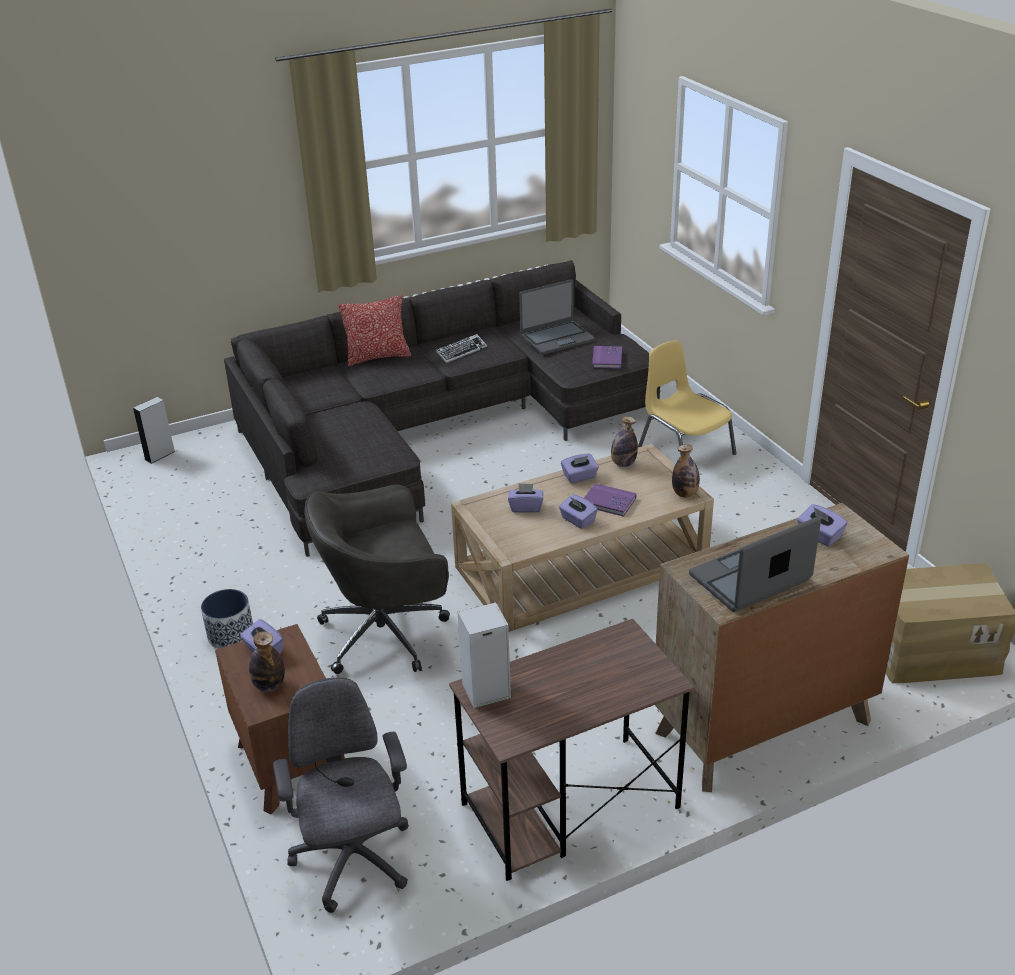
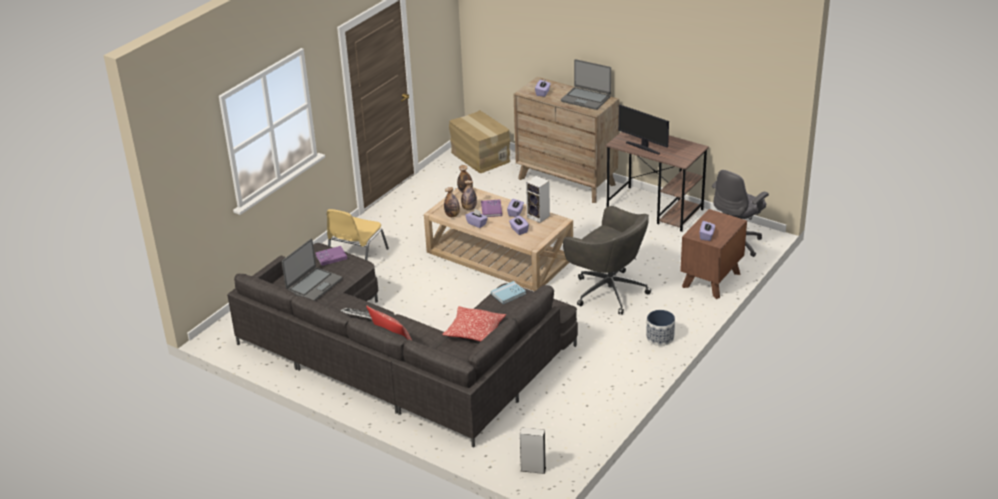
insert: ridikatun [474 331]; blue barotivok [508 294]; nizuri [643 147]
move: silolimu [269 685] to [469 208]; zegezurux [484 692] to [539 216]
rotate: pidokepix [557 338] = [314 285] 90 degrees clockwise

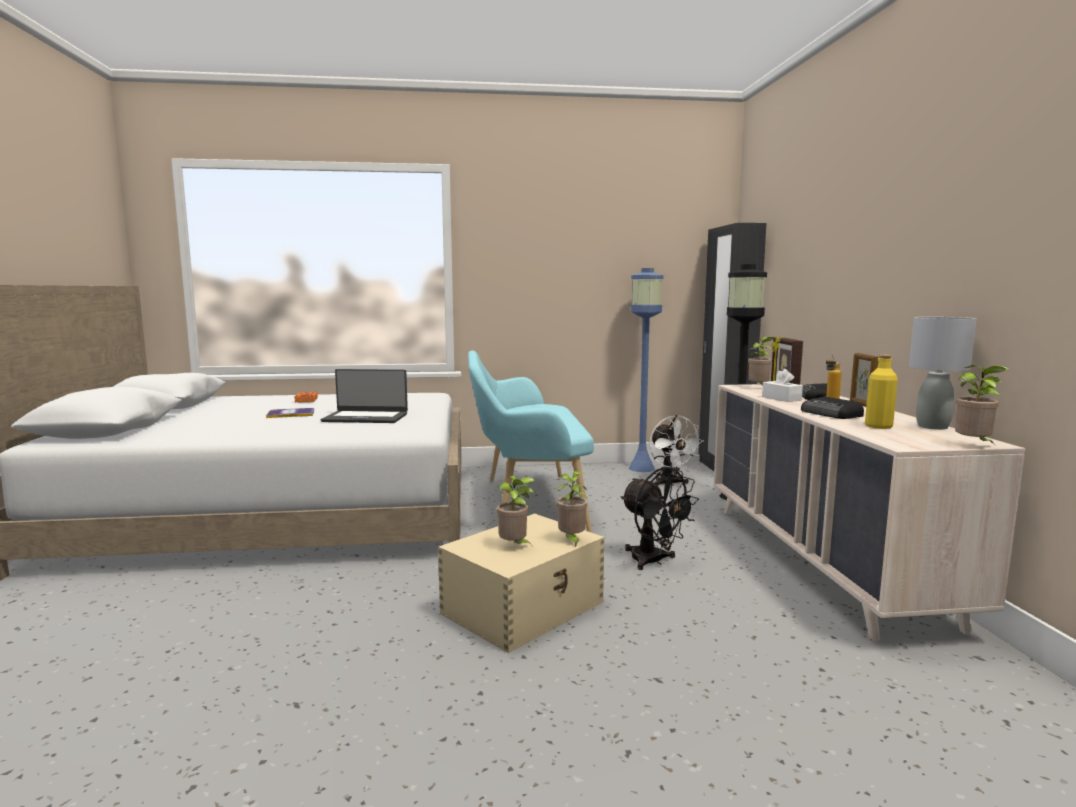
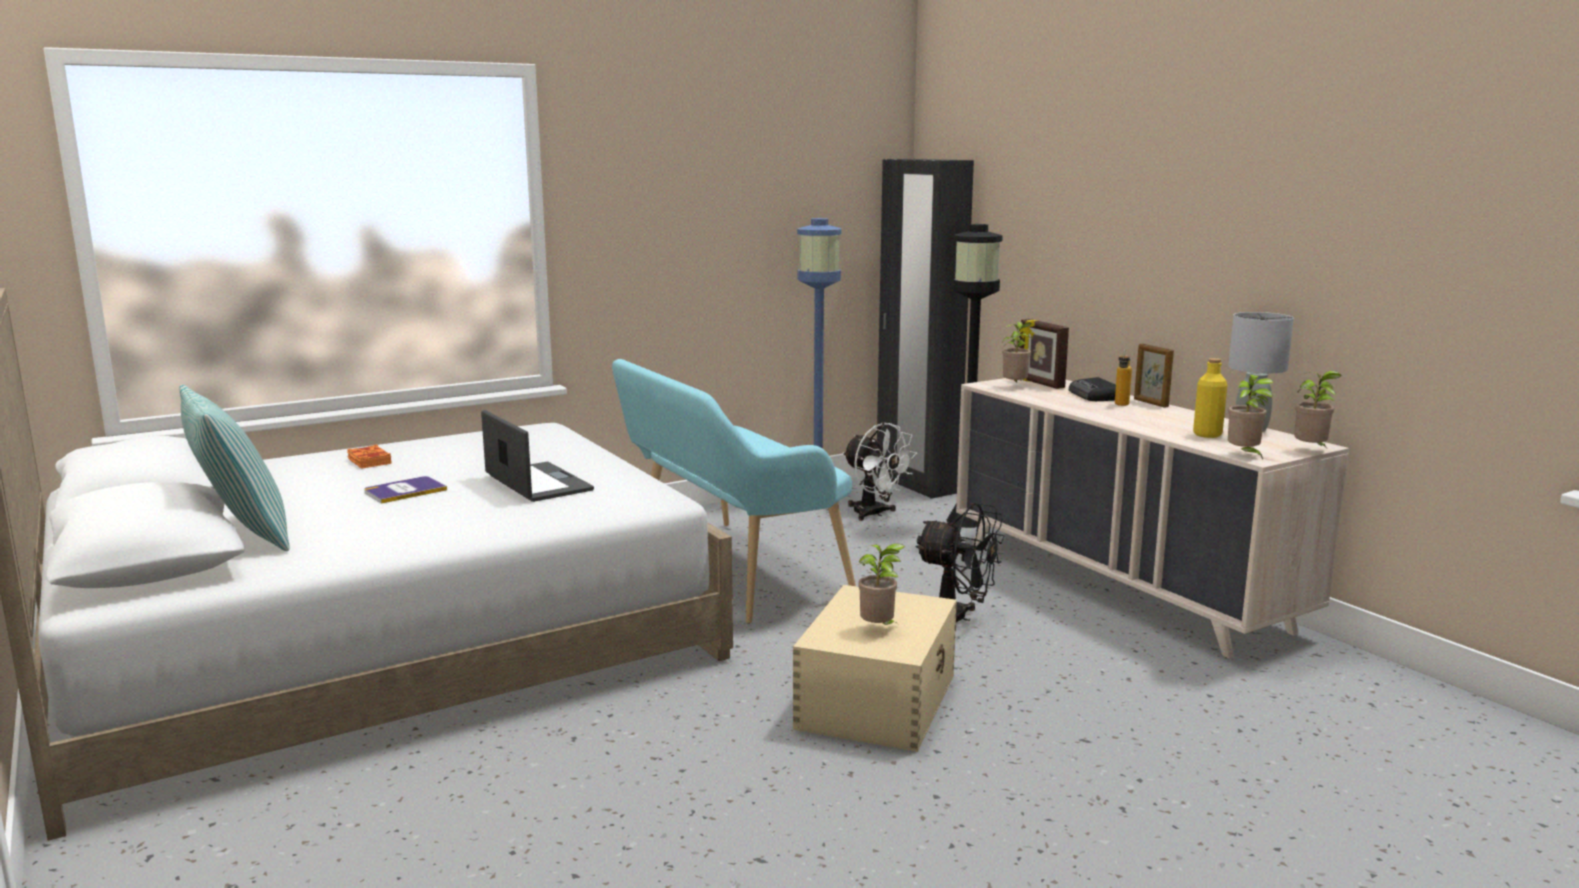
delete: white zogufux [781 398]; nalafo [831 414]
insert: ridikatun [242 535]
move: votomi [571 540] to [1244 455]
rotate: pidokepix [366 417] = [537 483] 105 degrees counterclockwise

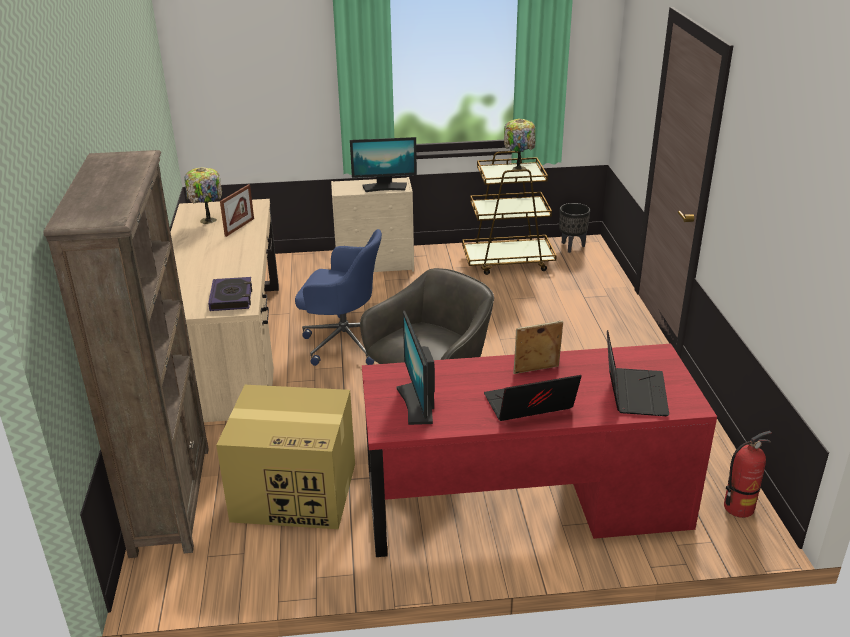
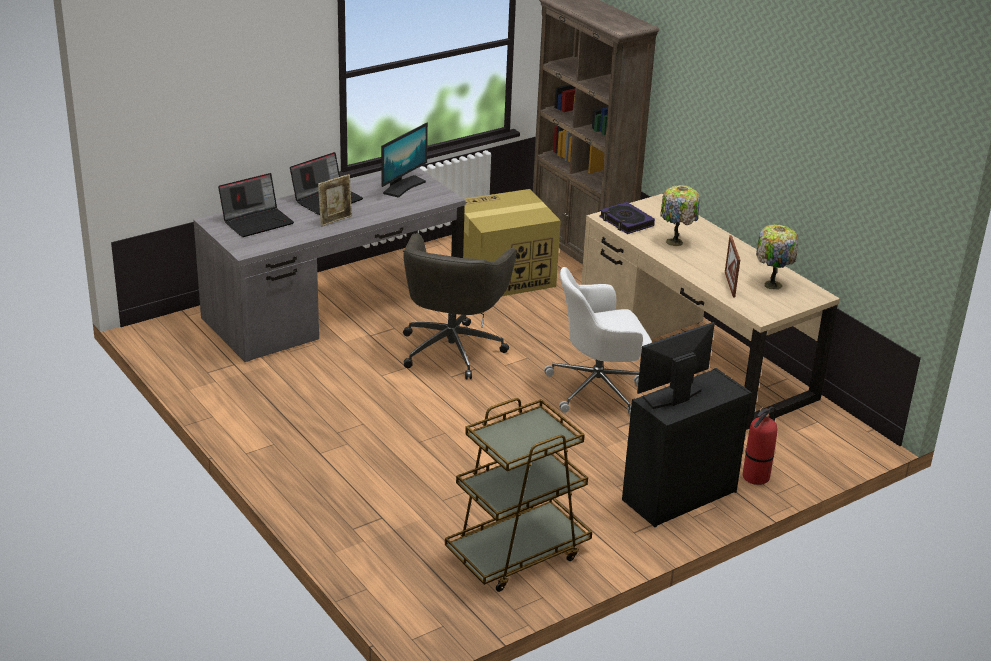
delete: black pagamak [571 247]
move: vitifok [518 168] to [675 242]; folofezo [738 508] to [756 477]
recolor: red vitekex [524 501] to grey vitekex [334 307]; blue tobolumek [344 341] to white tobolumek [598 389]; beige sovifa [376 265] to black sovifa [678 496]
rotate: pidokepix [633 392] = [257 221] 105 degrees counterclockwise; nizuri [417 404] = [403 186] 75 degrees clockwise

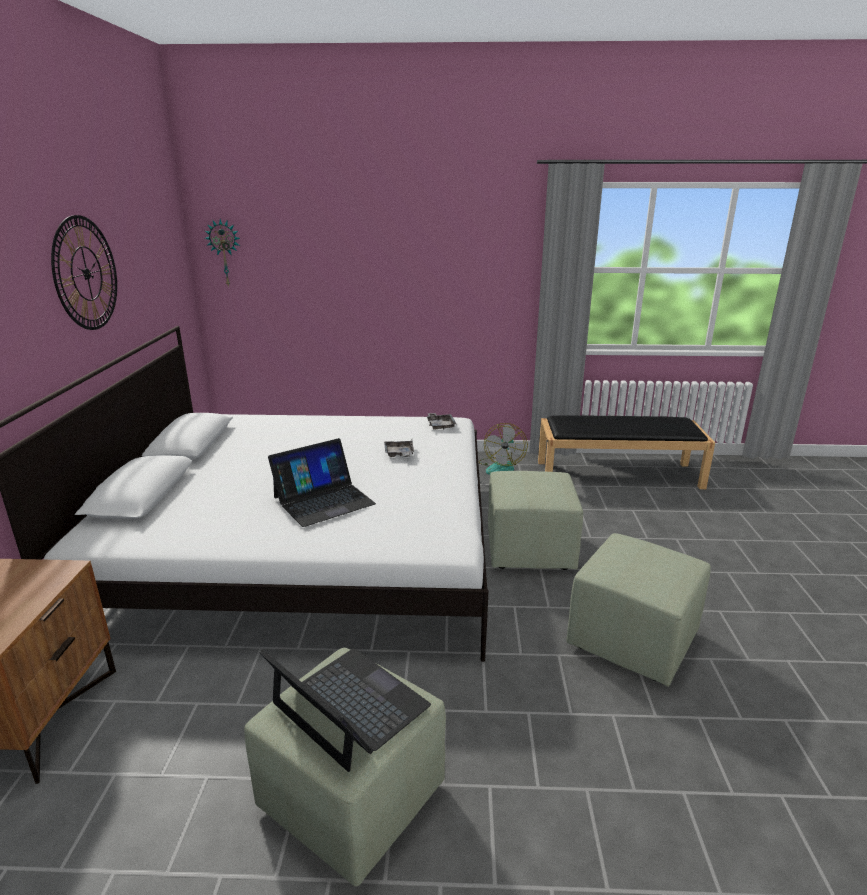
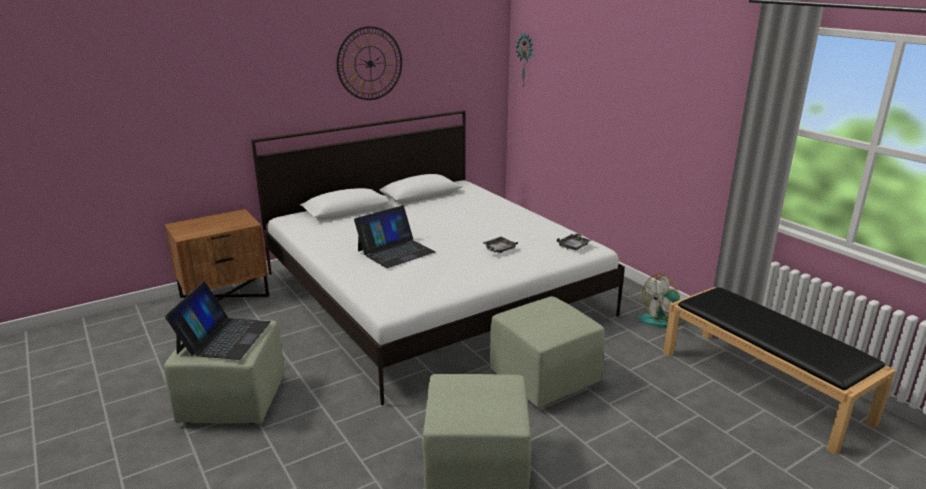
rotate: pidokepix [323 500] = [395 251] 60 degrees counterclockwise

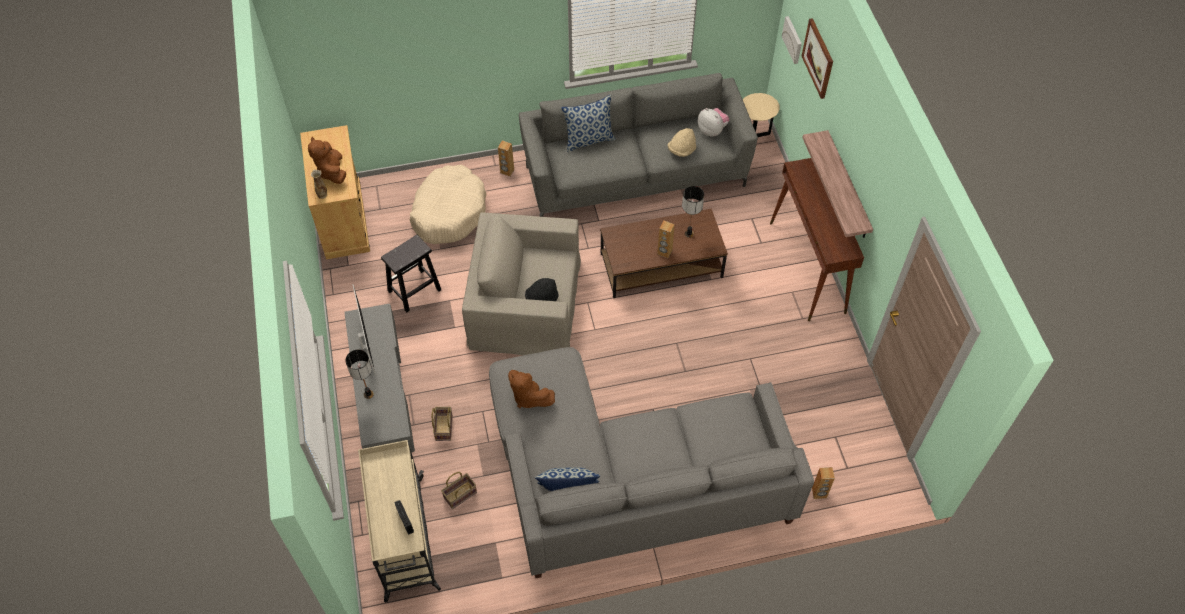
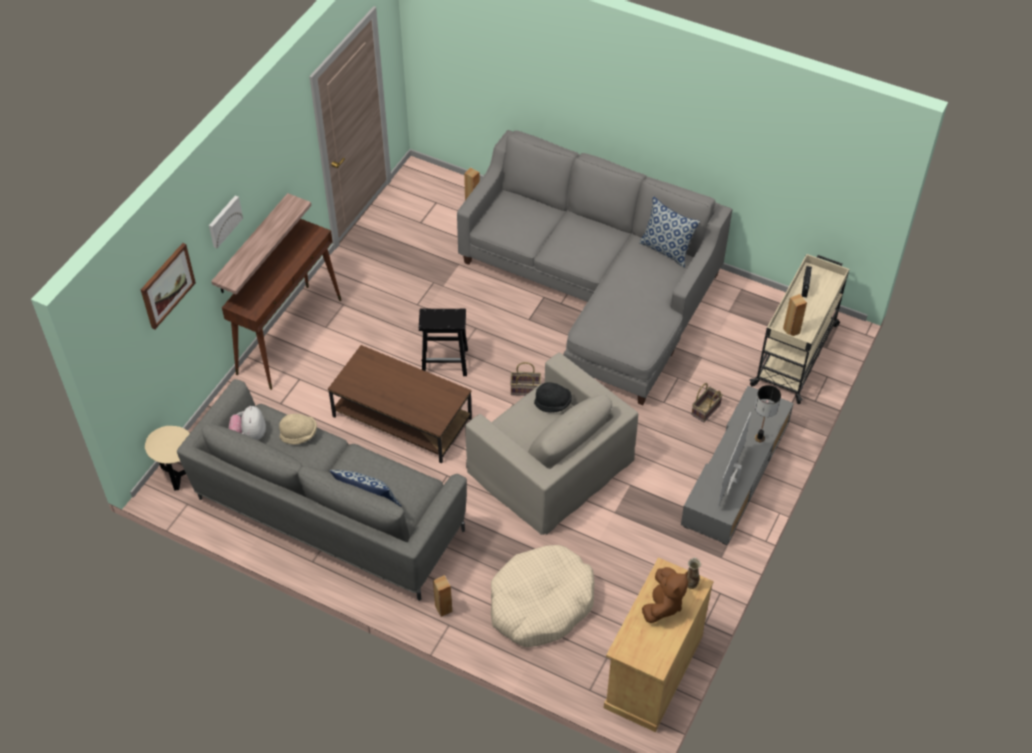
delete: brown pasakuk [529 397]; vitifok [688 234]
move: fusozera [793 39] to [224 221]; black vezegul [414 291] to [445 362]; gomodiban [460 496] to [526 389]; brown zegezurux [664 252] to [791 330]

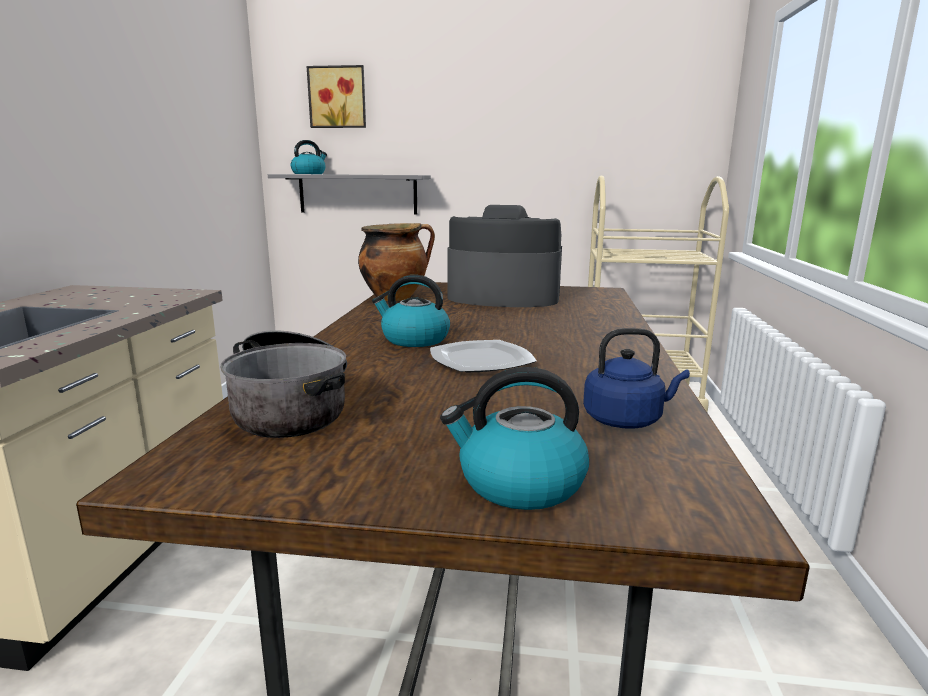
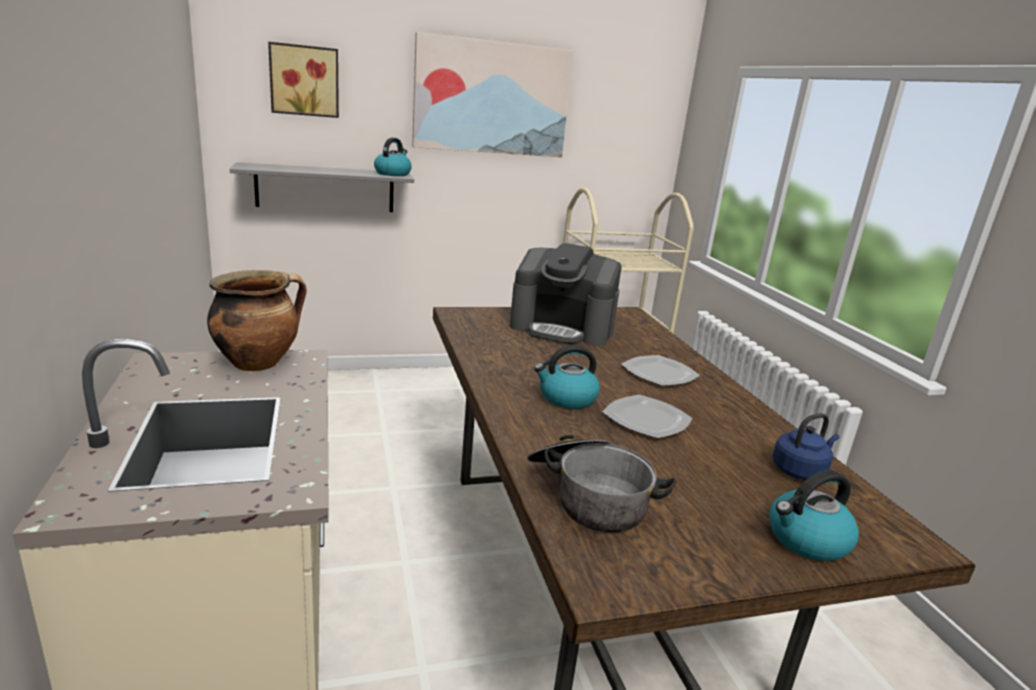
insert: fusozera [492 98]; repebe [660 373]
move: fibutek [396 298] to [259 362]; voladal [309 174] to [393 174]
rotate: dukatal [503 297] = [562 328] 150 degrees counterclockwise

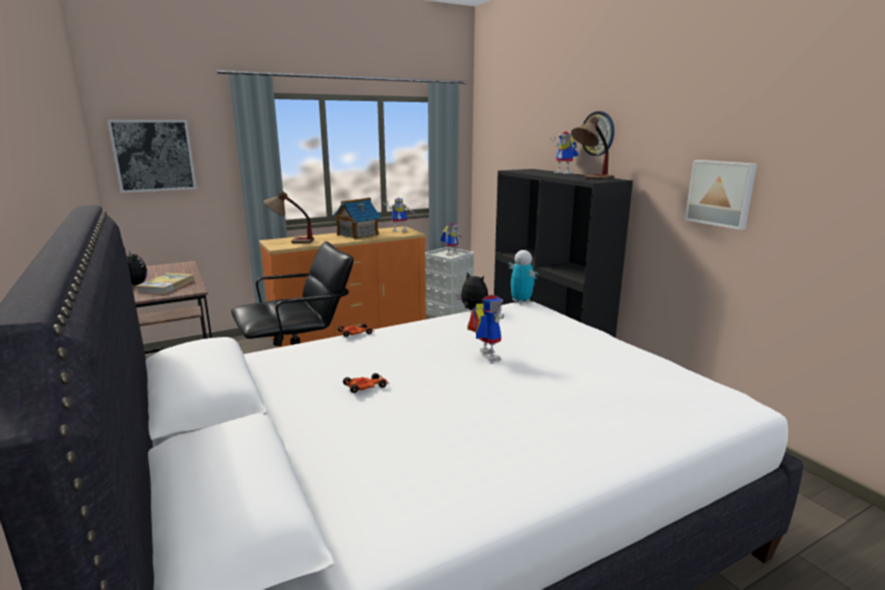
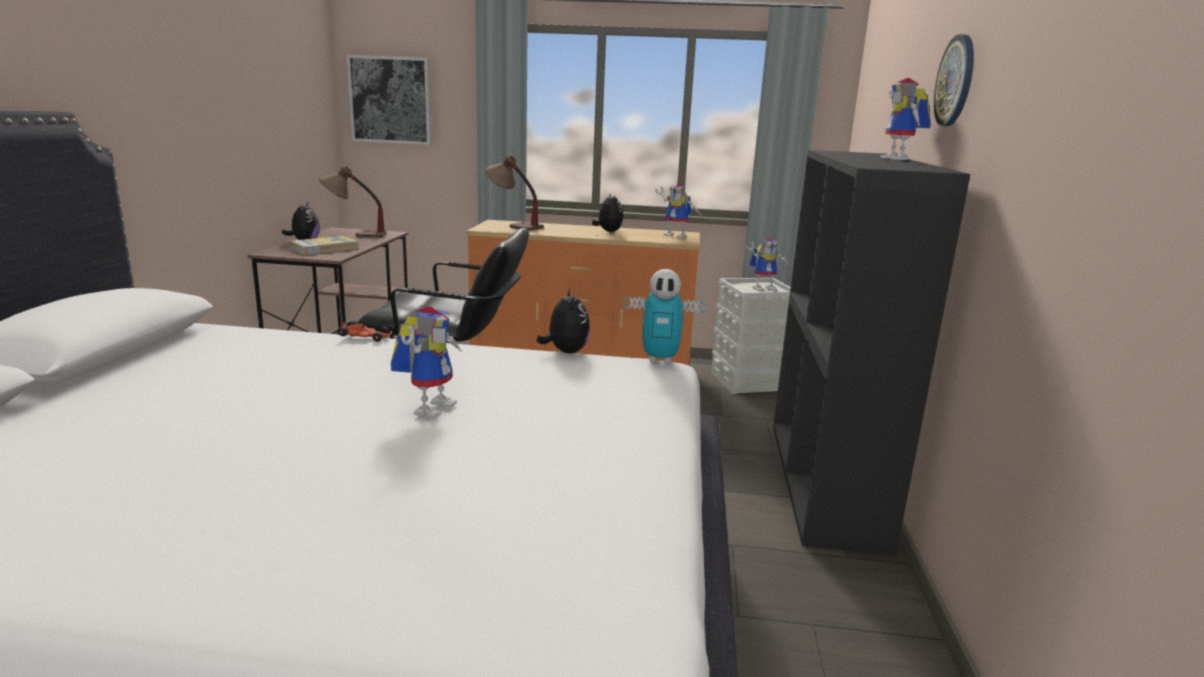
delete: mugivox [366 387]; fusozera [721 193]
move: vitifok [591 179] to [354 234]
replace: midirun [357 235] to pasakuk [608 231]
rotate: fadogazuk [521 301] = [660 359] 90 degrees clockwise

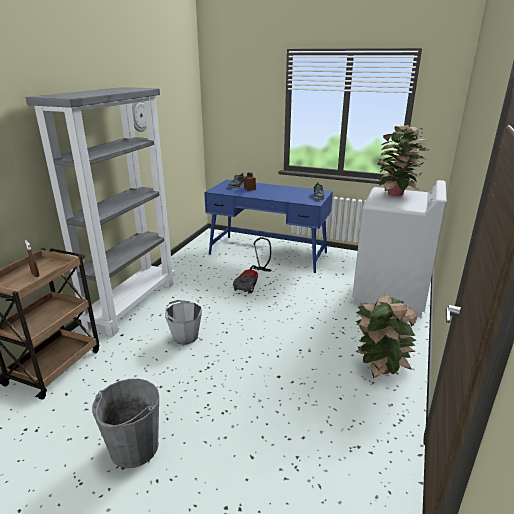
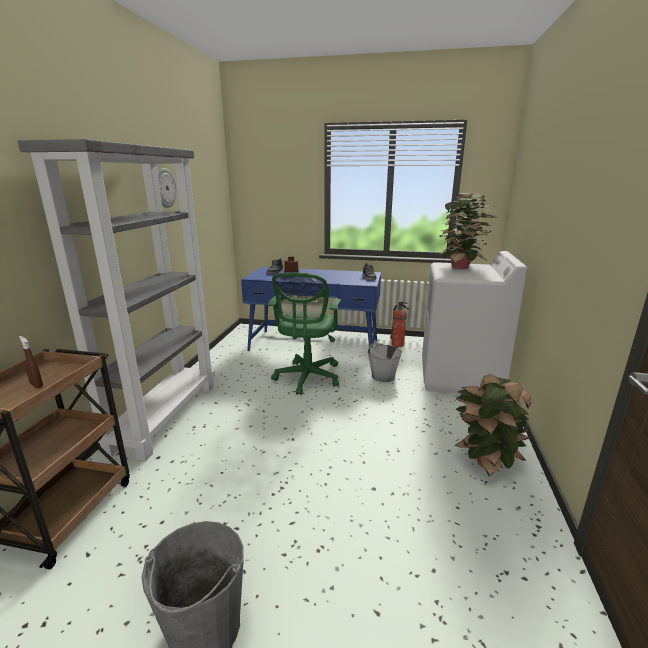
insert: folofezo [398 344]
move: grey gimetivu [185 336] to [383 376]
replace: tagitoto [252 283] to green tobolumek [307 378]

